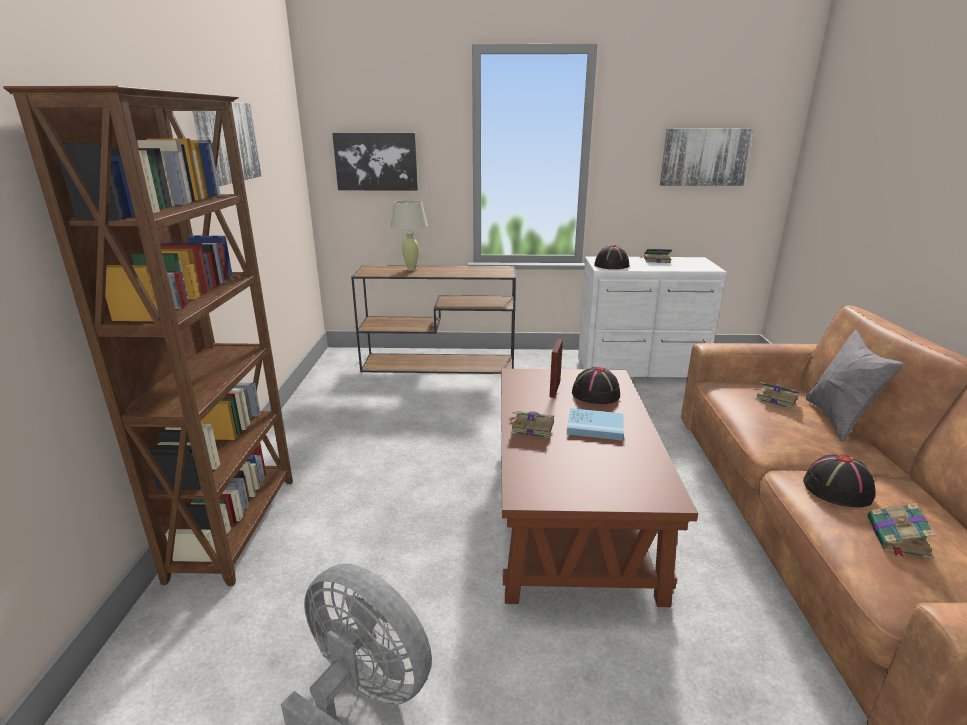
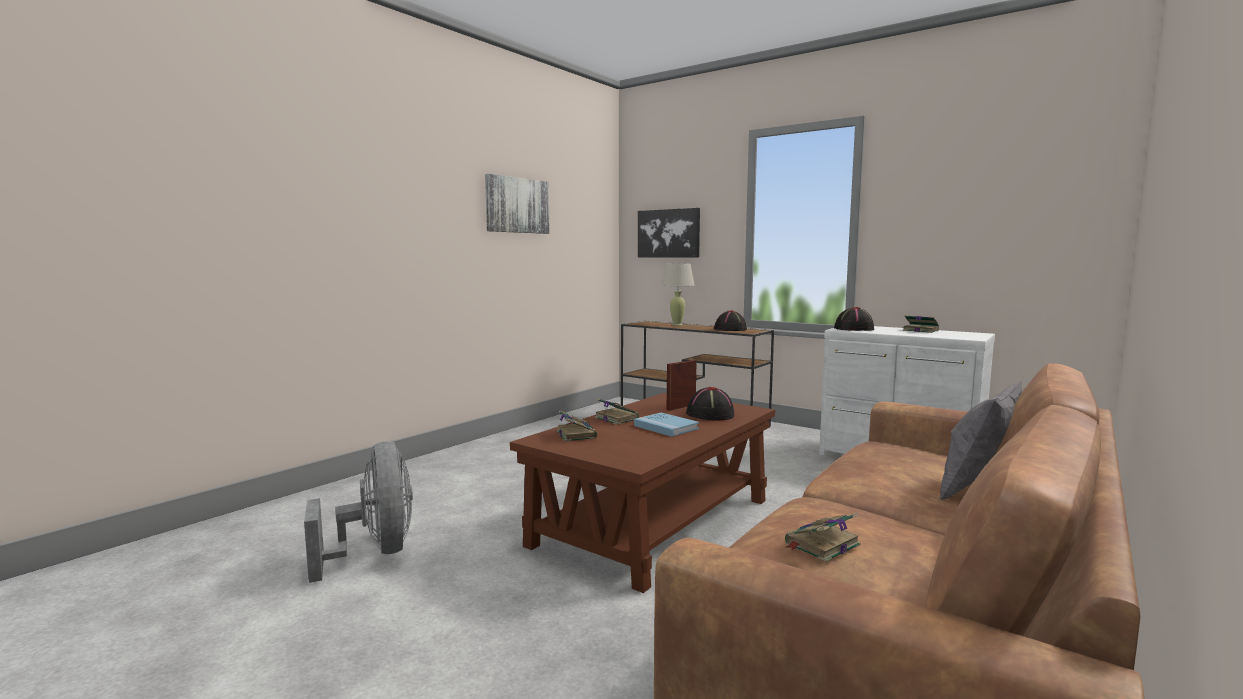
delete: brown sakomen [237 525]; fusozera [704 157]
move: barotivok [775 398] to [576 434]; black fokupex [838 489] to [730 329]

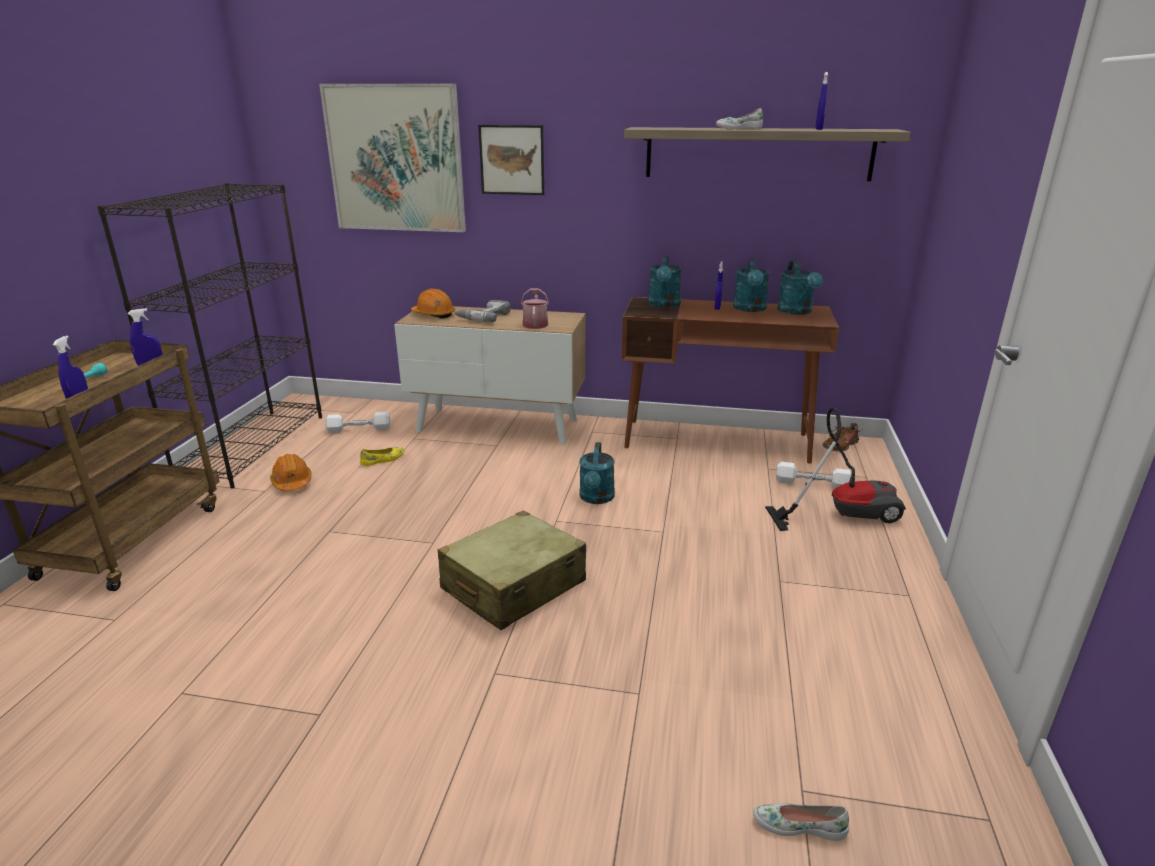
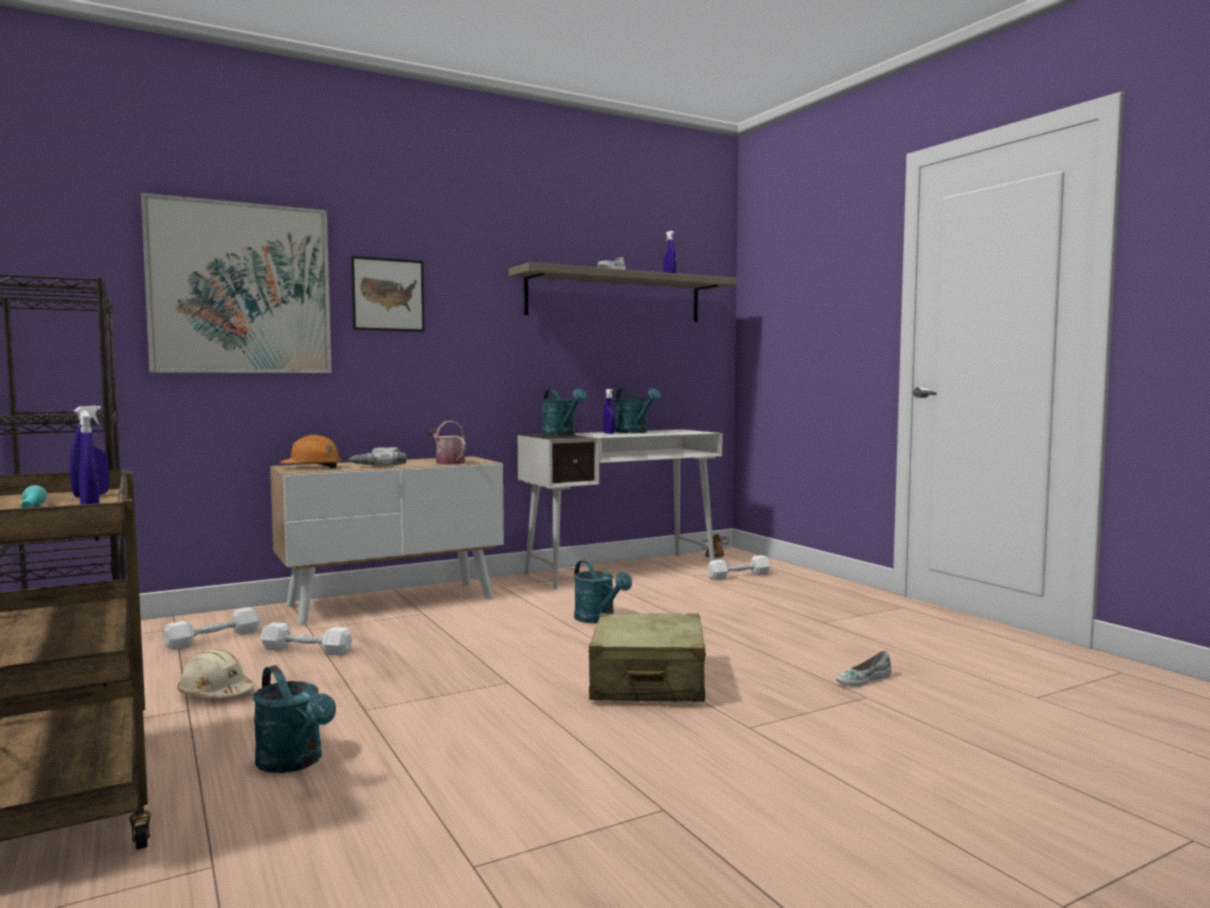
delete: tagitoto [842 512]
move: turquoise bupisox [797 312] to [295 762]; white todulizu [799 825] to [862 680]
replace: yellow todulizu [383 460] to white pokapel [306 650]
recolor: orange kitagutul [292 482] to beige kitagutul [215 694]; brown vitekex [717 441] to white vitekex [622 570]

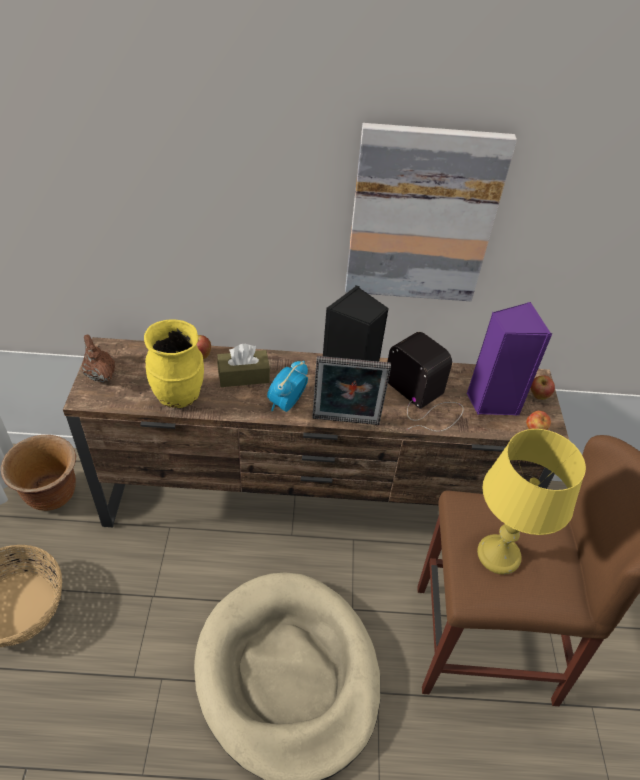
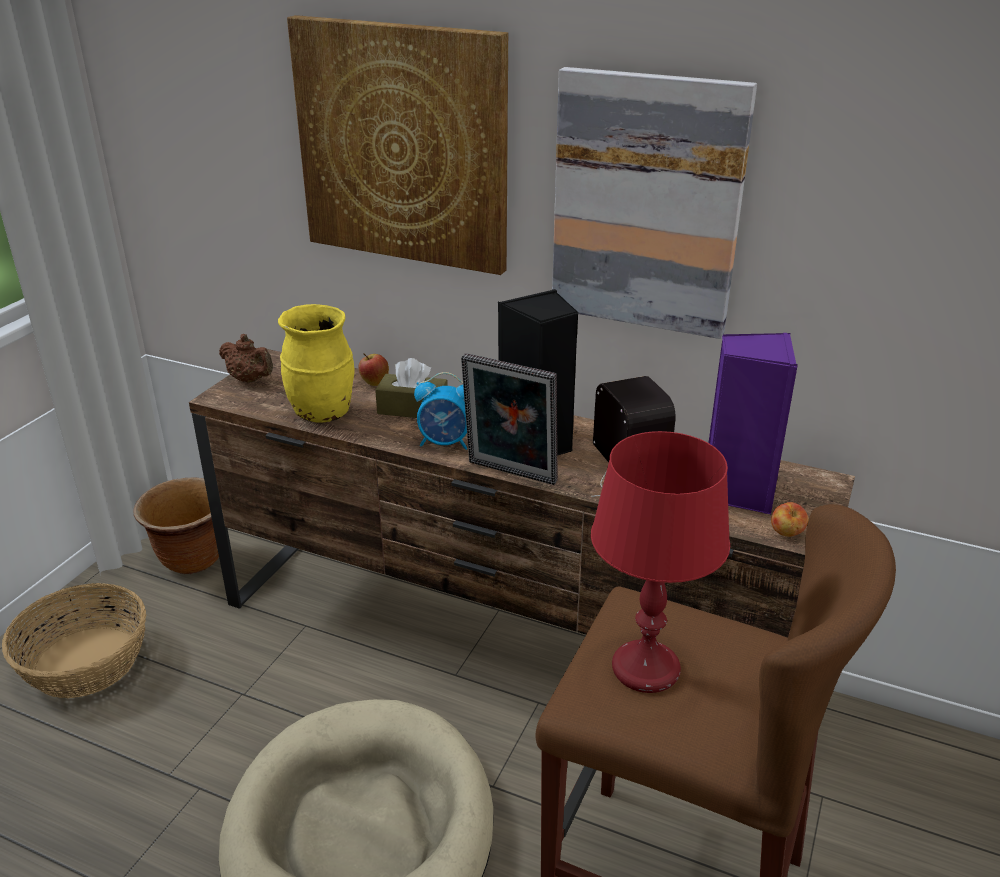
delete: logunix [538 396]
insert: fusozera [403 145]
recolor: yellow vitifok [499 556] to red vitifok [646 669]
rotate: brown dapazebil [100 374] = [250 380] 135 degrees clockwise; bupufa [286 404] = [446 443] 135 degrees counterclockwise

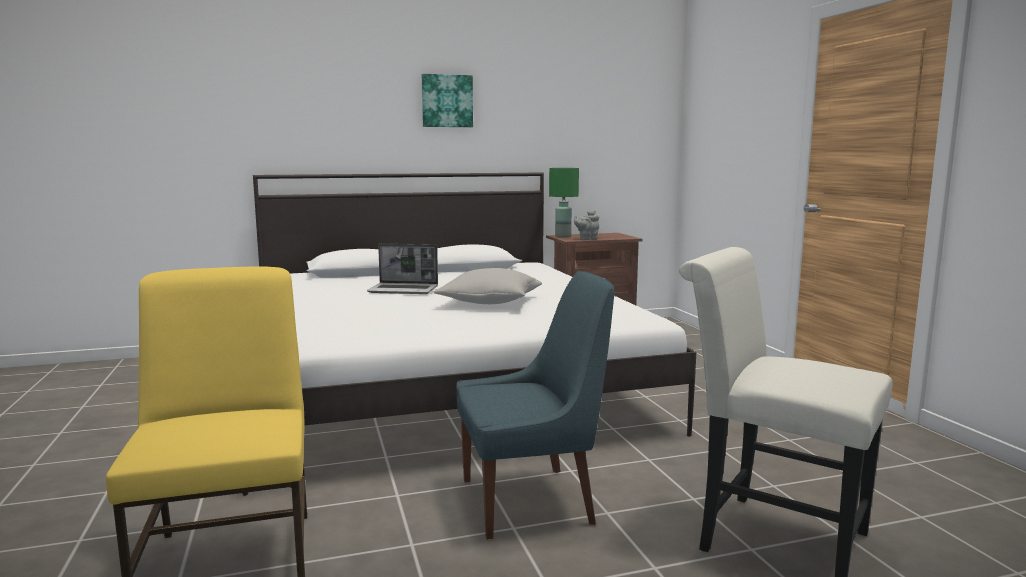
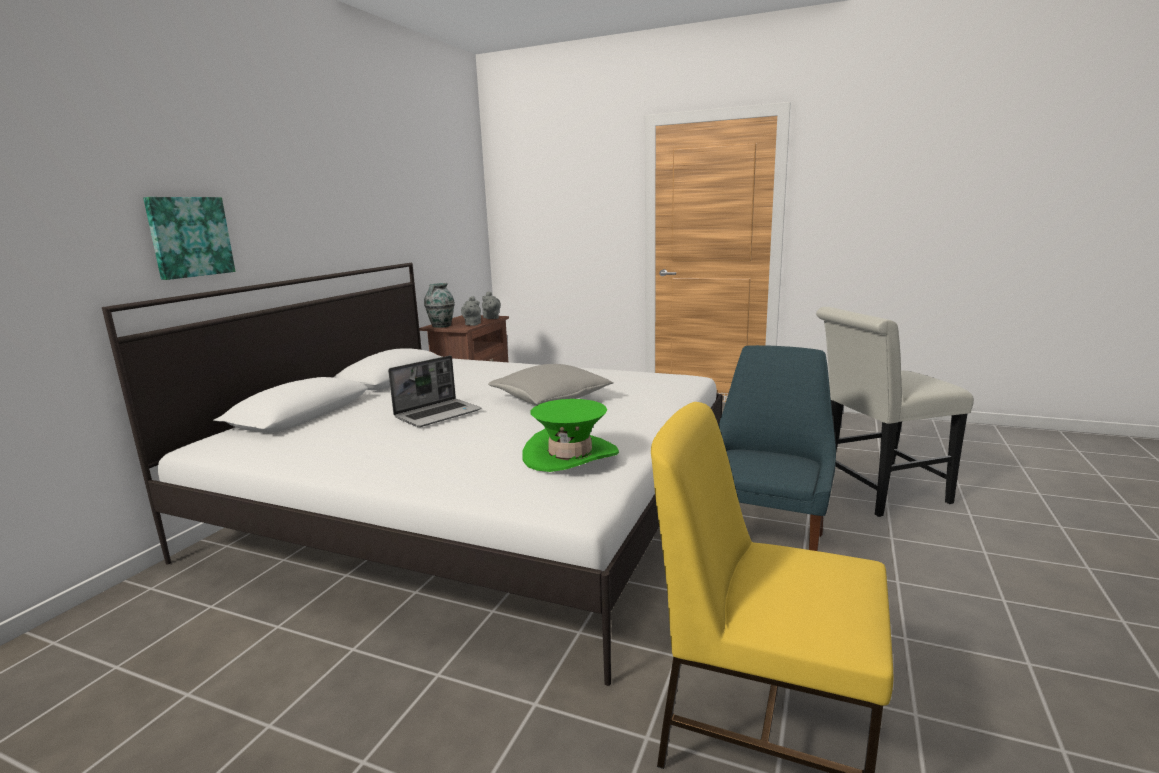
insert: grey dapazebil [491 318]; green fokupex [570 455]
move: fusozera [447 101] to [189 237]
replace: green vitifok [562 236] to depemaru [441 326]

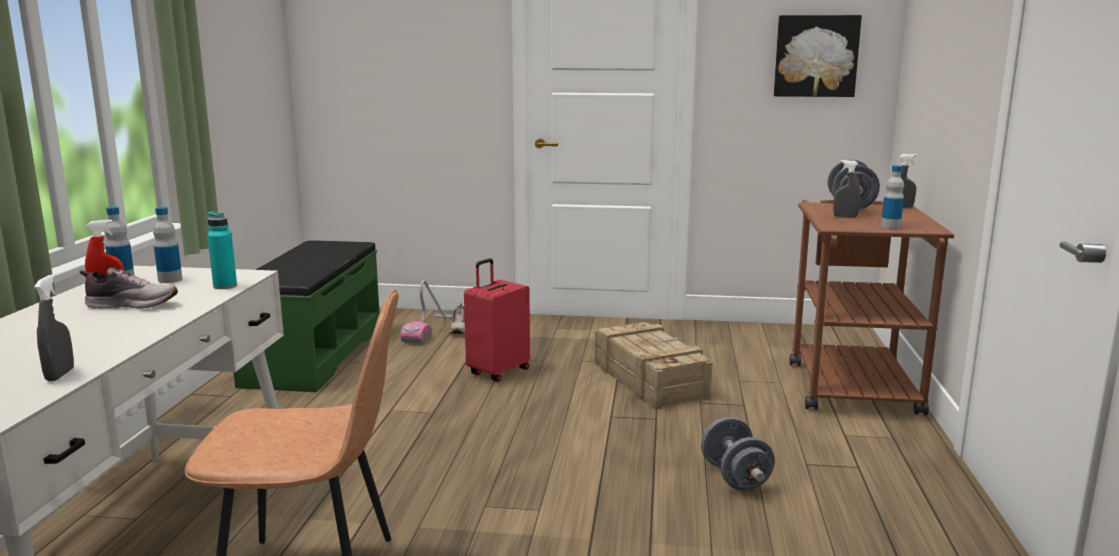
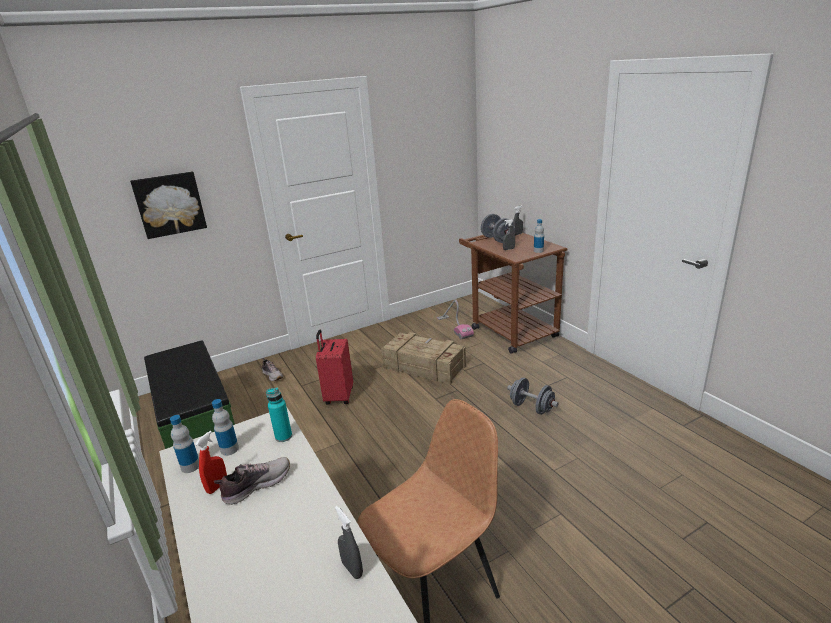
move: fusozera [816 56] to [169 204]; tagitoto [428 329] to [454 327]

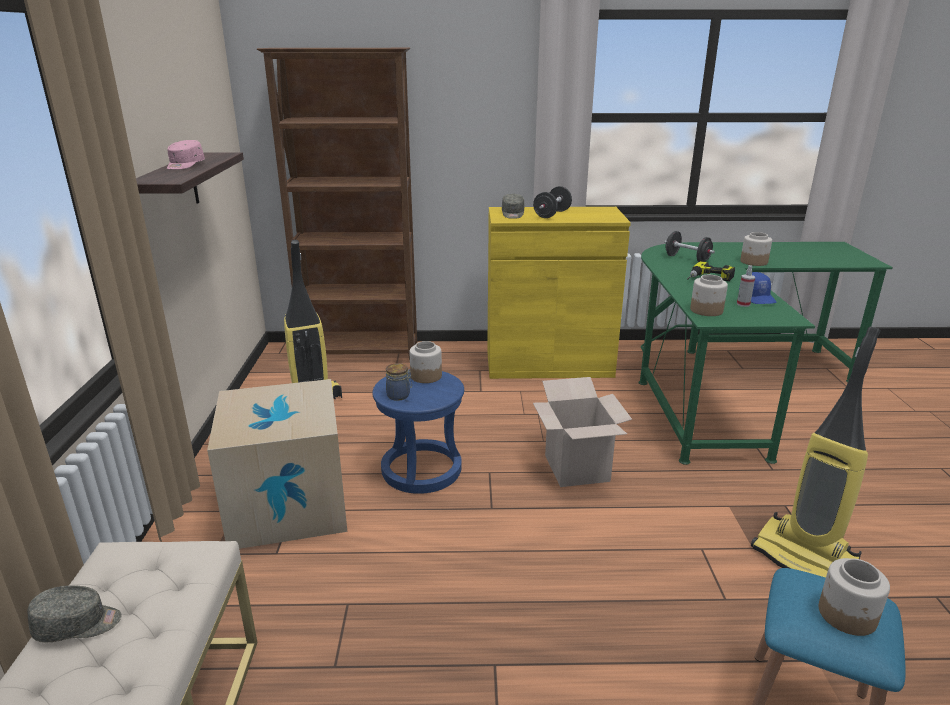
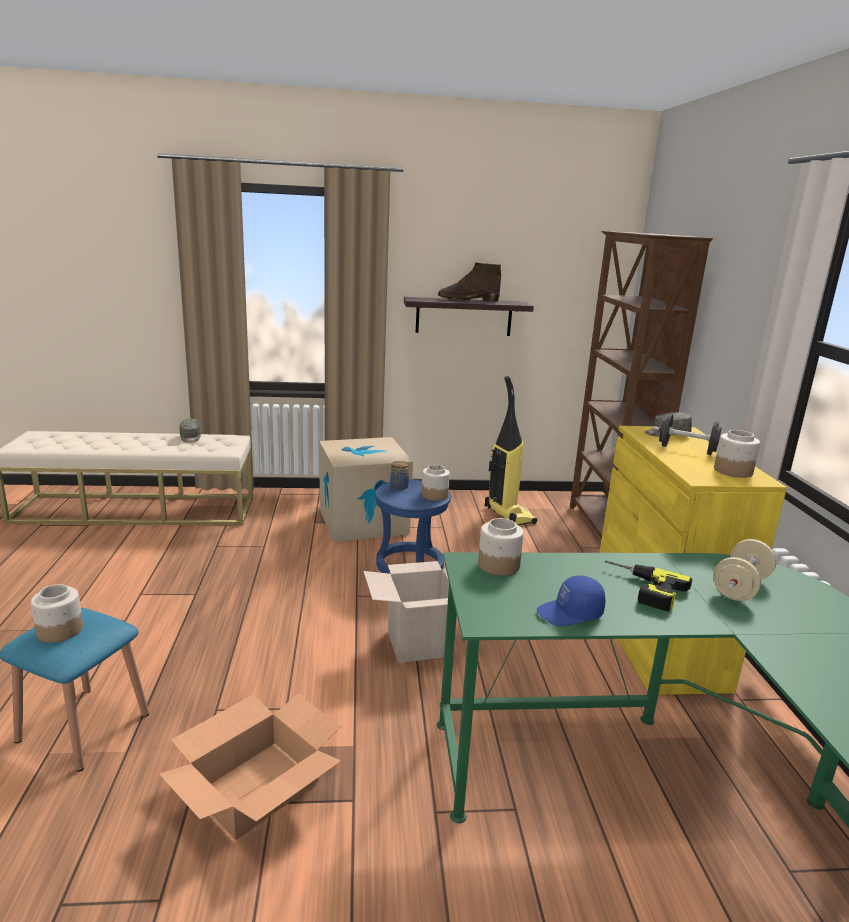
delete: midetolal [743 304]
move: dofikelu [754 262] to [732 471]
replace: tagitoto [804 557] to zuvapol [256 787]; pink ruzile [185 165] to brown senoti [467 300]
recolor: black pokapel [687 259] to beige pokapel [740 587]

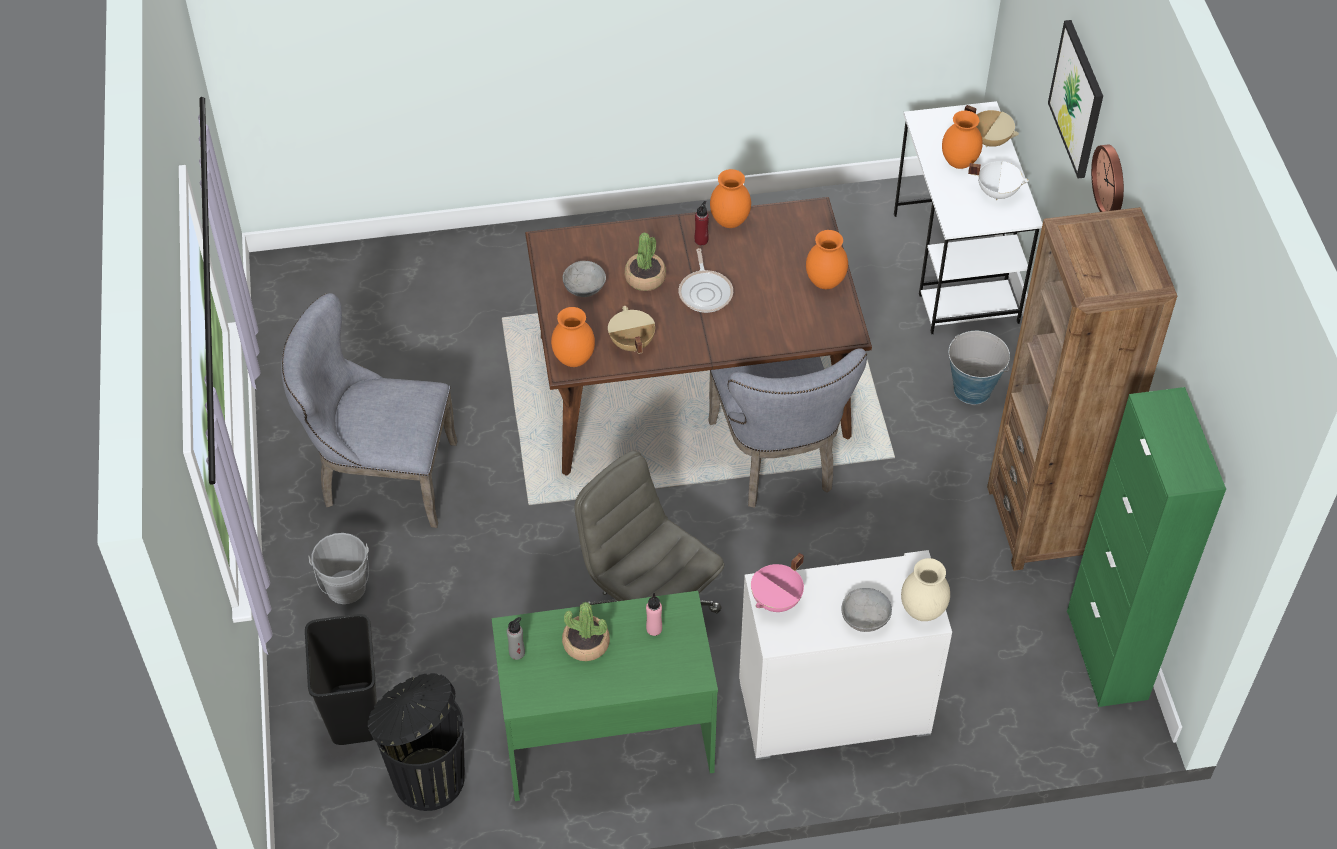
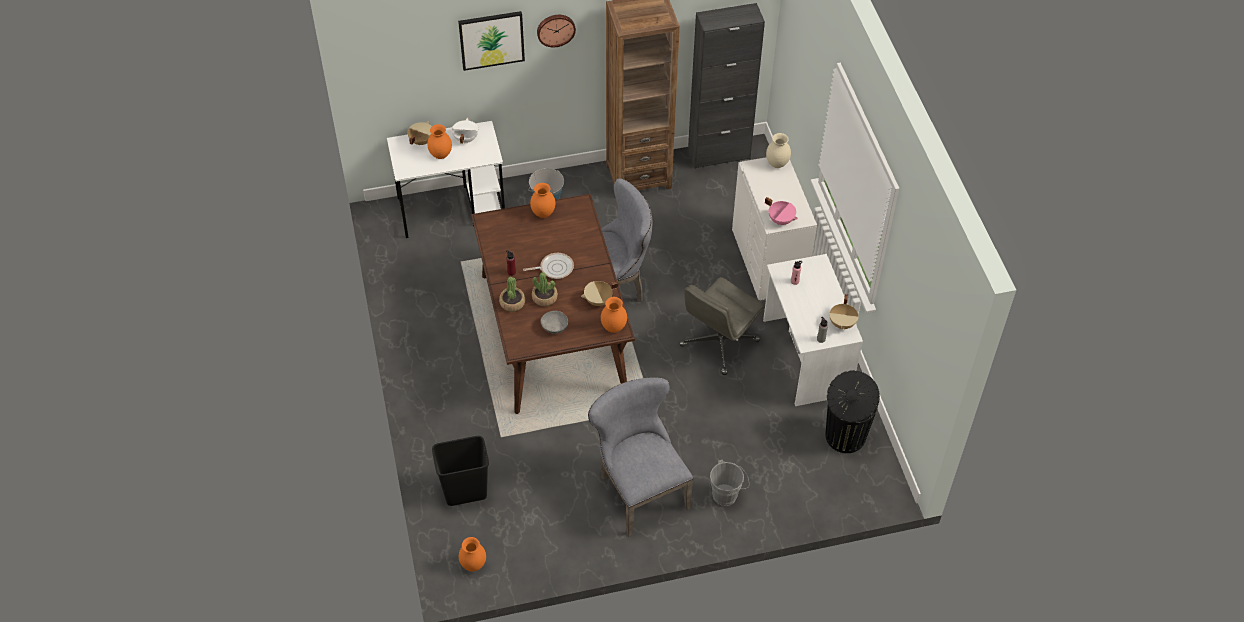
delete: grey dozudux [866 618]
insert: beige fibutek [842 323]
move: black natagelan [355 715] to [465 491]; orange depemaru [730 221] to [473 564]; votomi [586 644] to [512 303]
recolor: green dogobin [1106 654] to black dogobin [719 154]; green vitekex [606 738] to white vitekex [805 357]
rotate: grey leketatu [380 477] = [638 489] 150 degrees clockwise

